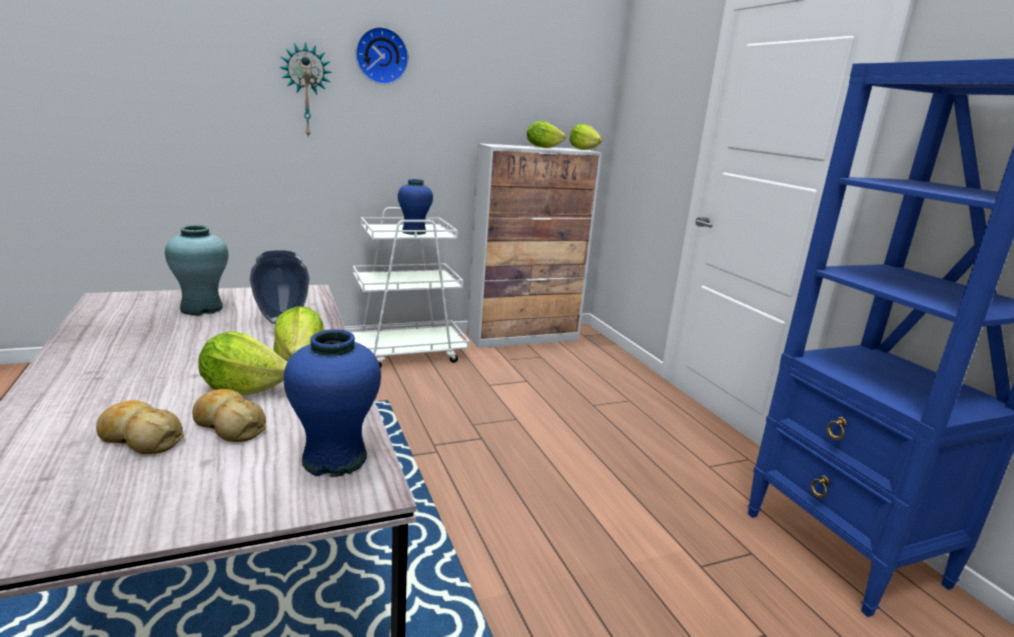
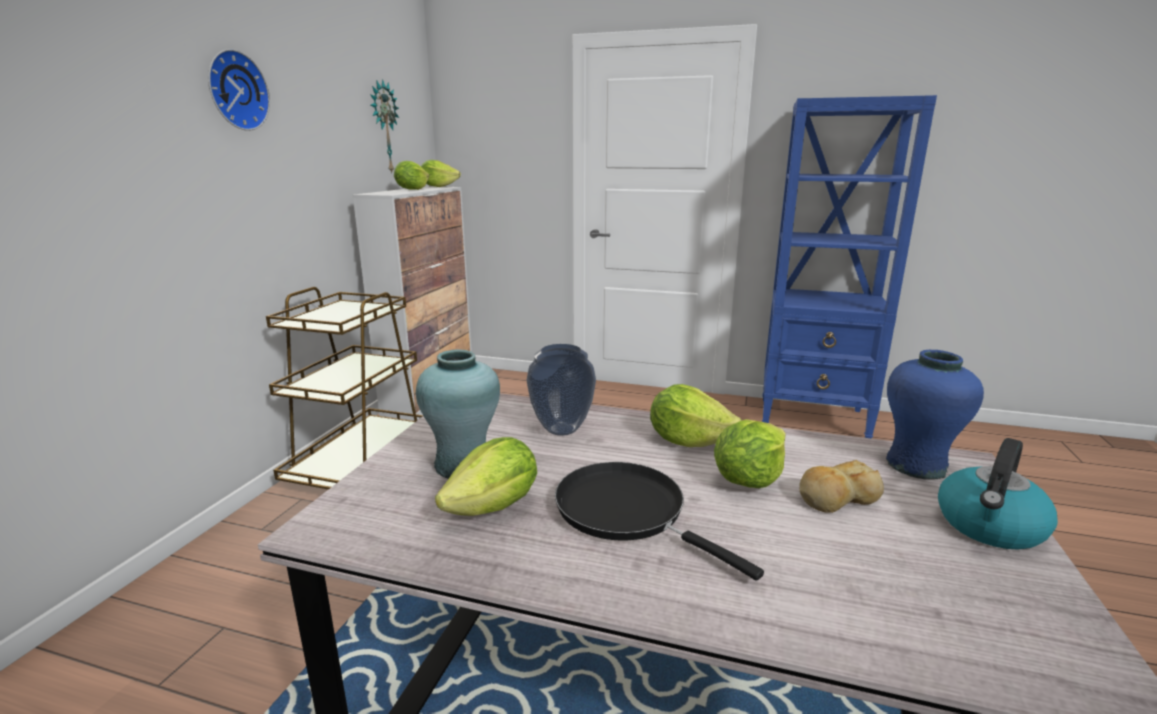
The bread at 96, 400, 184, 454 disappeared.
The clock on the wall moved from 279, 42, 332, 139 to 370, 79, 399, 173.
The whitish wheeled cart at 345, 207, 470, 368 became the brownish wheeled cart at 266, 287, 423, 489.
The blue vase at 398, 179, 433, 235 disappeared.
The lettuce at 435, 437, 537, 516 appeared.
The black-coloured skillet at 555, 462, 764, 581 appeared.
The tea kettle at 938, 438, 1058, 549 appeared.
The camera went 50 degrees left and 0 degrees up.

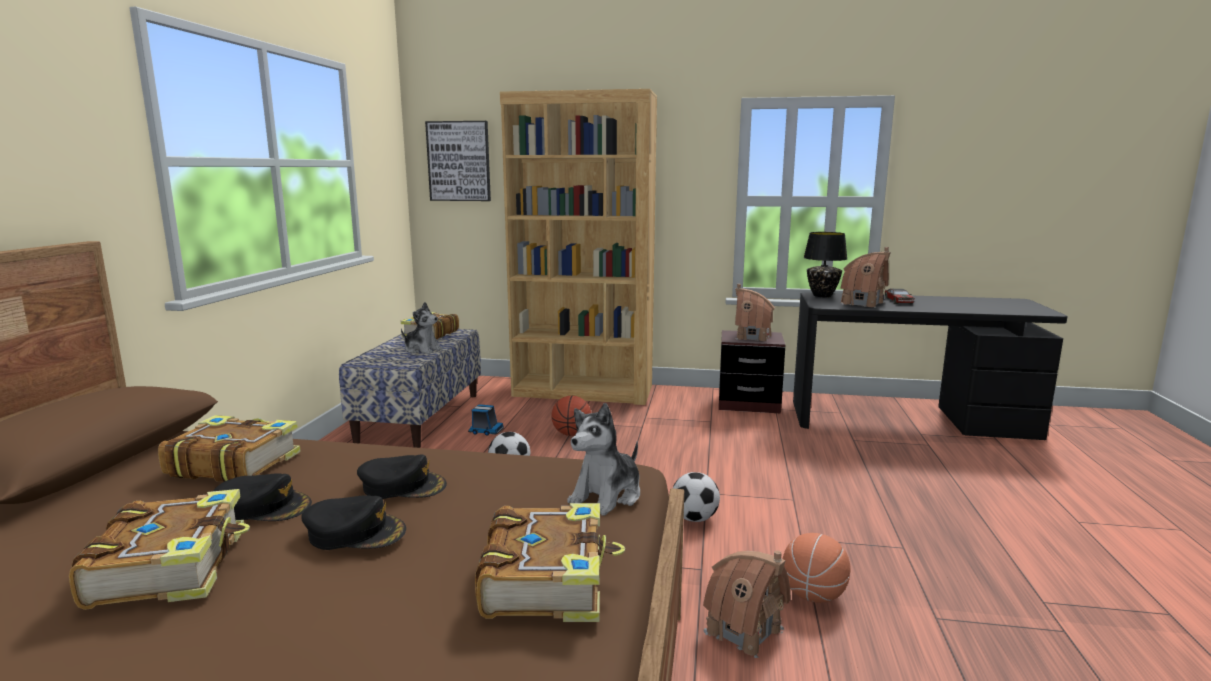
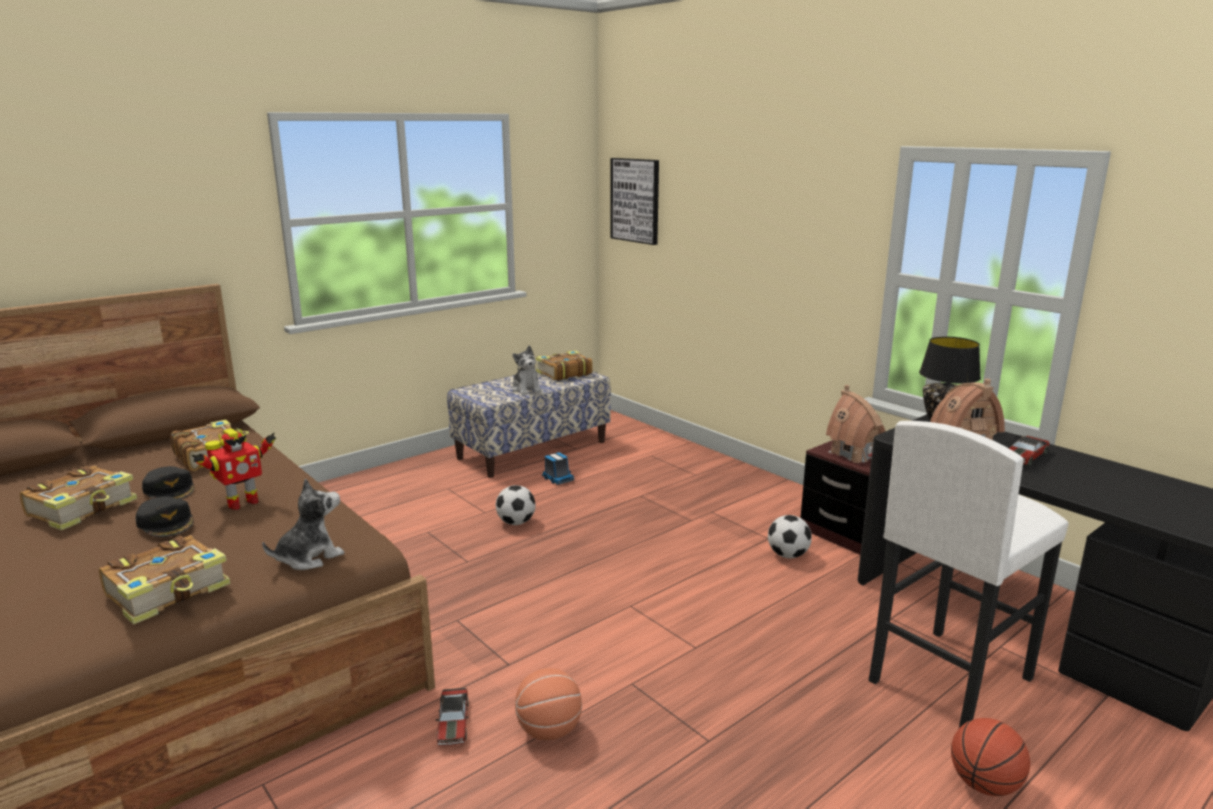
The black-coloured peaked cap at 357, 455, 447, 499 was replaced by the robot figure at 192, 428, 276, 510.
The brownish bookcase at 500, 89, 657, 405 disappeared.
The basketball moved from 551, 396, 591, 436 to 951, 718, 1030, 796.
The plush toy at 567, 403, 640, 516 turned 150 degrees clockwise.
The ball for football moved from 673, 472, 720, 522 to 768, 515, 812, 558.
The model house at 703, 550, 791, 658 was replaced by the toy car at 436, 688, 468, 746.
The whitish stool seat at 869, 421, 1069, 728 appeared.
The camera went 40 degrees right and 5 degrees up.

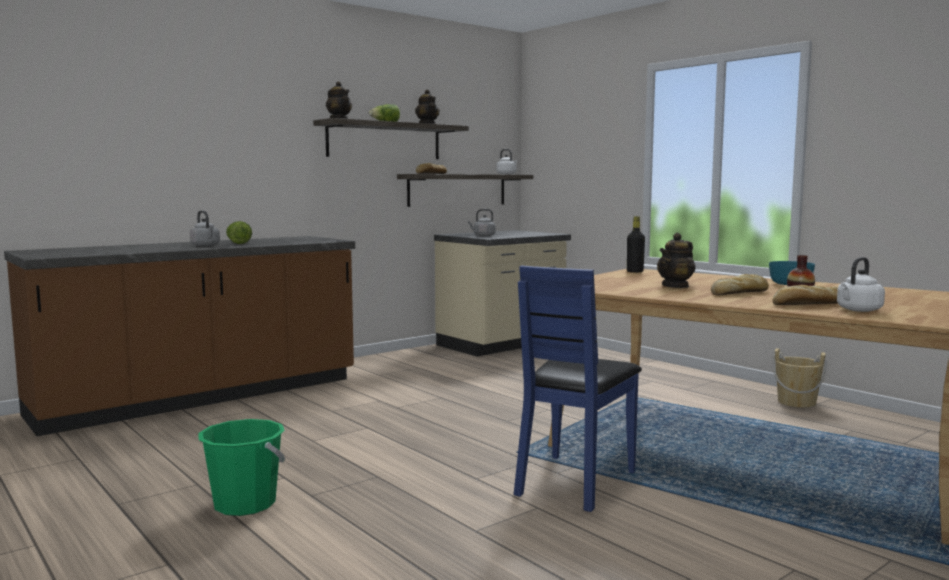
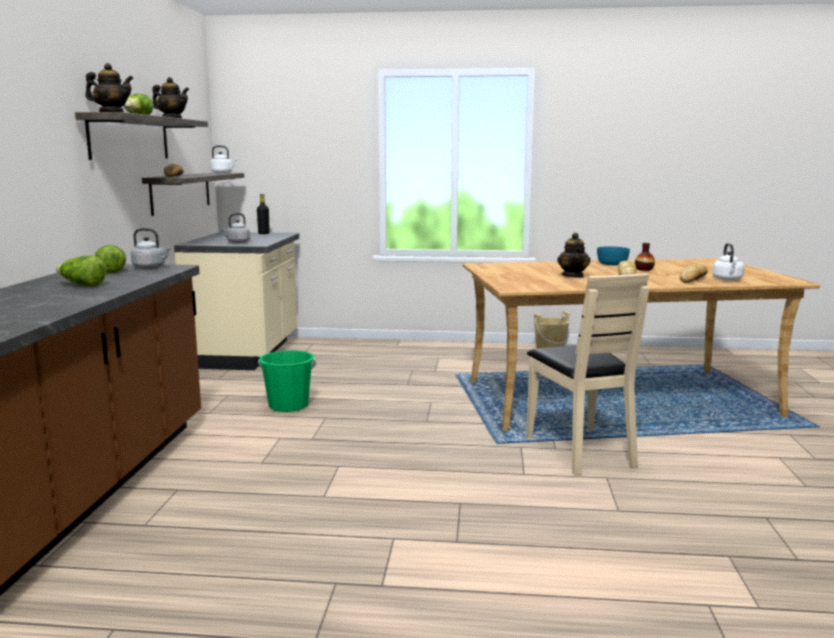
The grey tea kettle moved from 190, 210, 220, 246 to 131, 228, 171, 269.
The greenish water bucket moved from 198, 419, 285, 516 to 258, 350, 316, 412.
The blue plain chair at 514, 265, 642, 512 became the beige plain chair at 527, 273, 650, 475.
The black-coloured beverage bottle moved from 627, 216, 645, 273 to 257, 194, 270, 234.
The lettuce at 95, 245, 126, 273 appeared.
The camera went 45 degrees left and 5 degrees up.

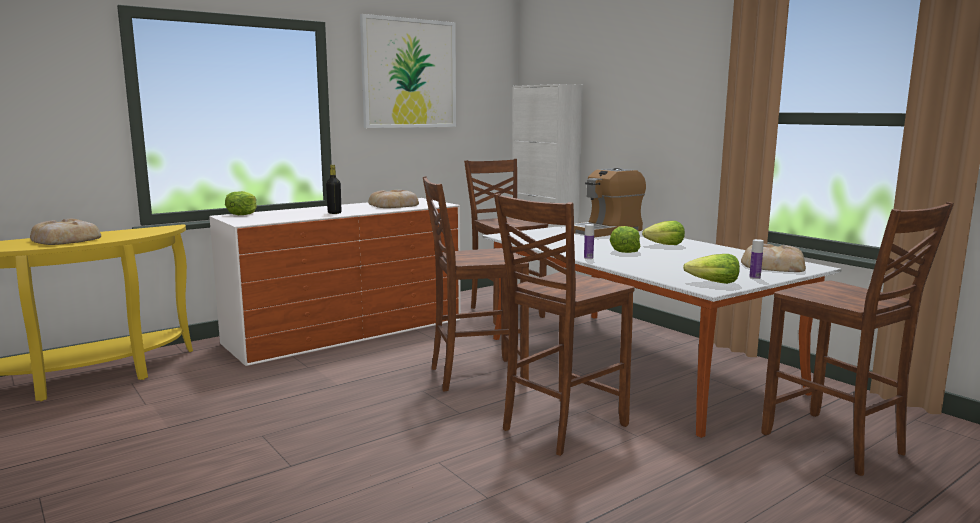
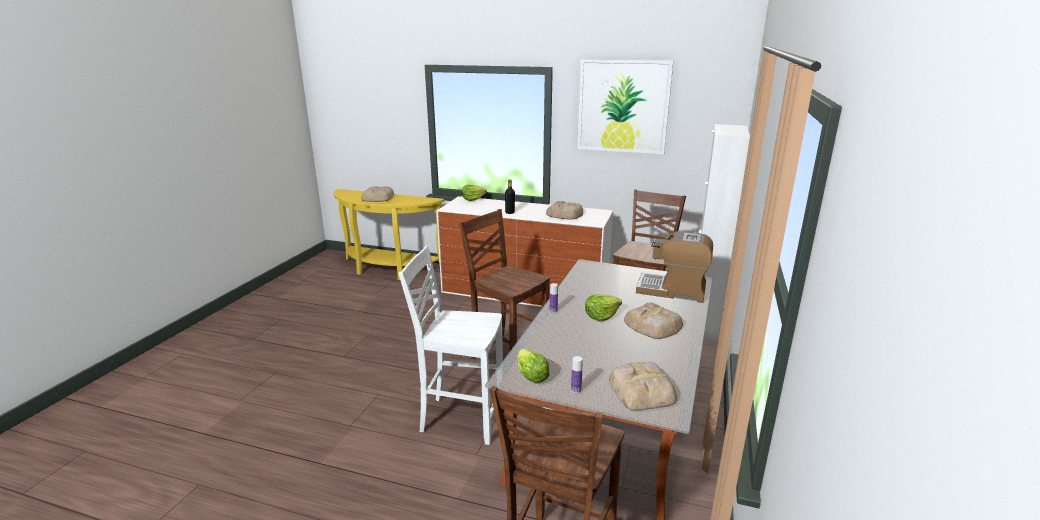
The brownish plain chair at 494, 194, 635, 456 became the whitish plain chair at 399, 246, 503, 445.
The lettuce at 642, 221, 685, 245 was replaced by the bread at 624, 302, 683, 339.
The camera went 55 degrees right and 10 degrees up.

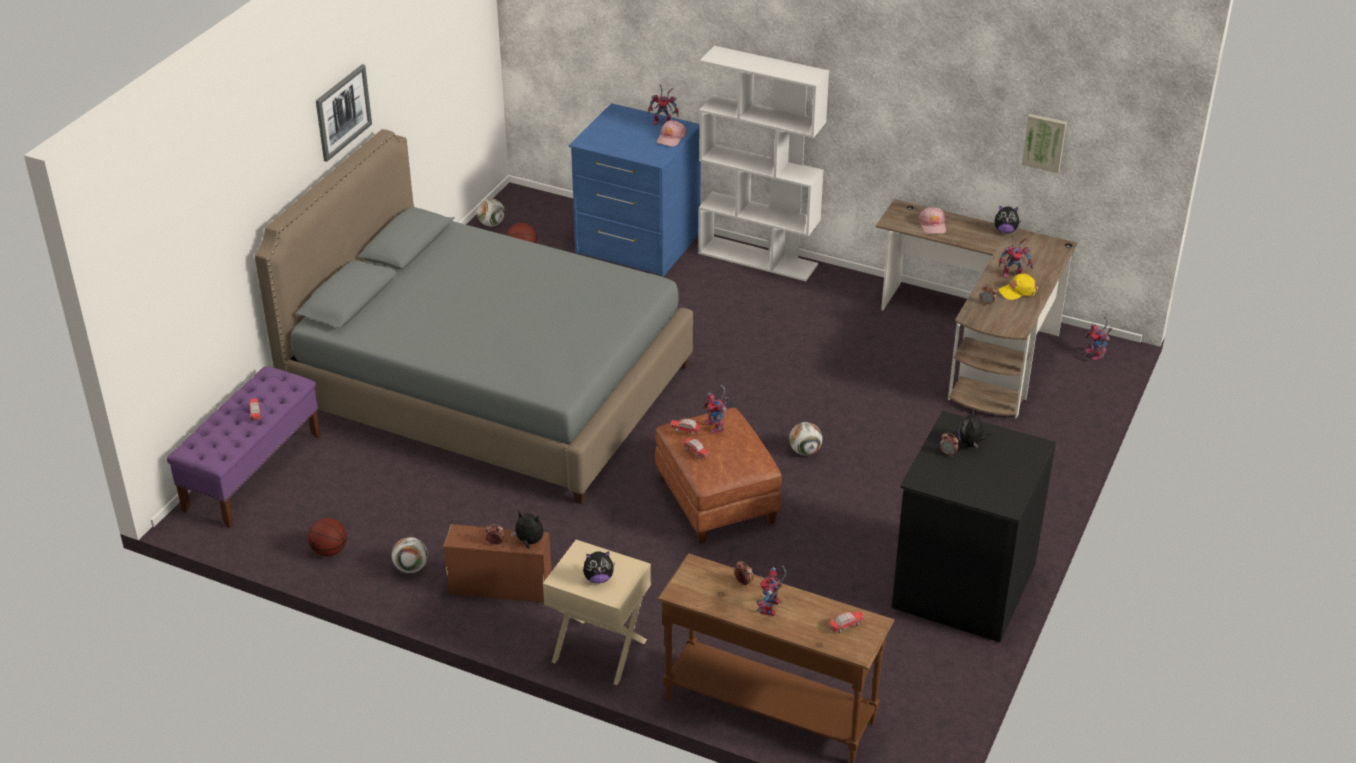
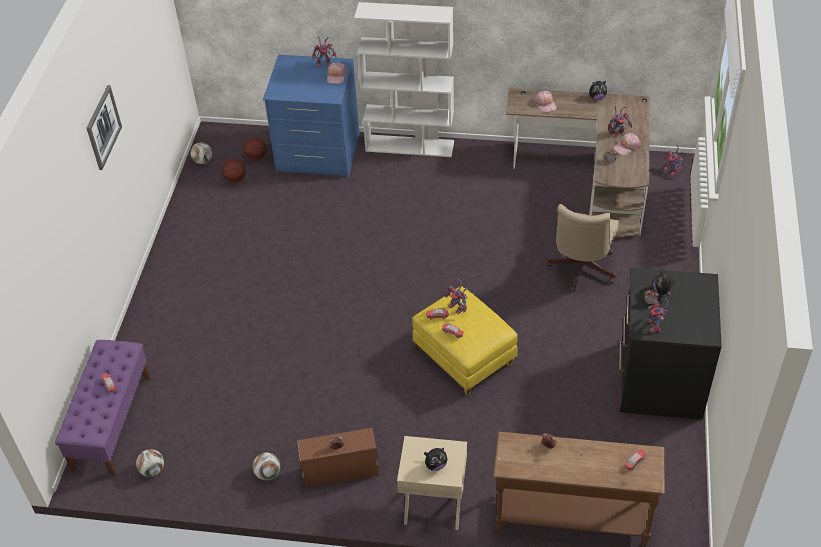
The grey bedroom bed at 254, 129, 693, 504 disappeared.
The basketball moved from 308, 518, 347, 557 to 243, 137, 267, 161.
The plush toy at 510, 512, 544, 549 disappeared.
The brownish pouffe at 654, 408, 782, 544 became the yellow pouffe at 412, 287, 518, 396.
The robot figure moved from 757, 566, 787, 616 to 648, 298, 669, 333.
The ball for football moved from 789, 422, 823, 455 to 136, 449, 164, 477.
The yellow peaked cap at 998, 274, 1038, 300 became the pink-coloured peaked cap at 613, 133, 641, 155.
The wall art at 1022, 114, 1067, 173 disappeared.
The beige computer chair at 547, 204, 619, 292 appeared.
The camera went 15 degrees left and 10 degrees up.

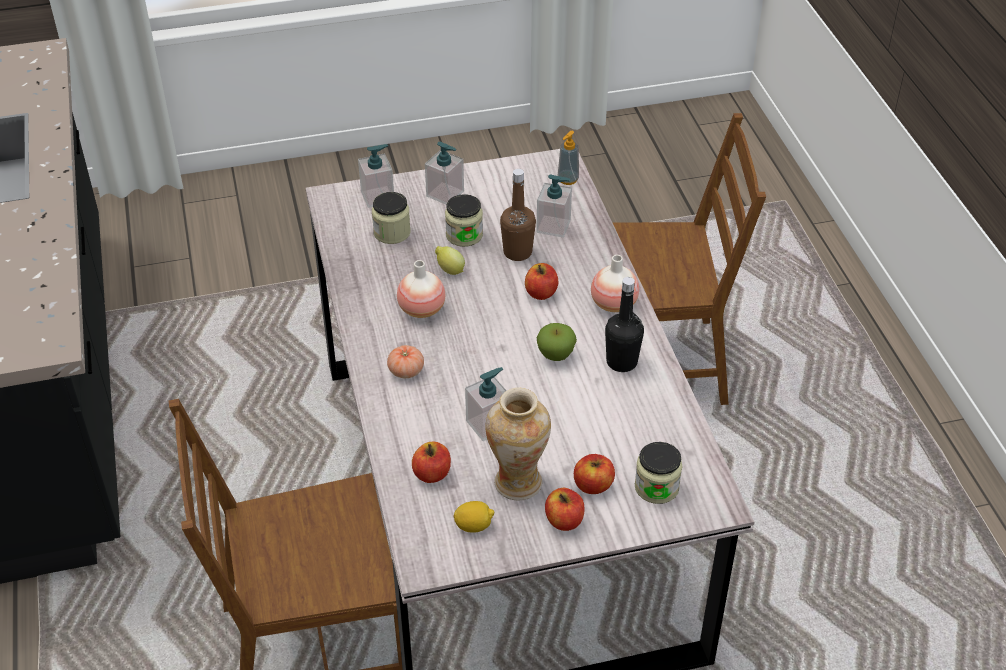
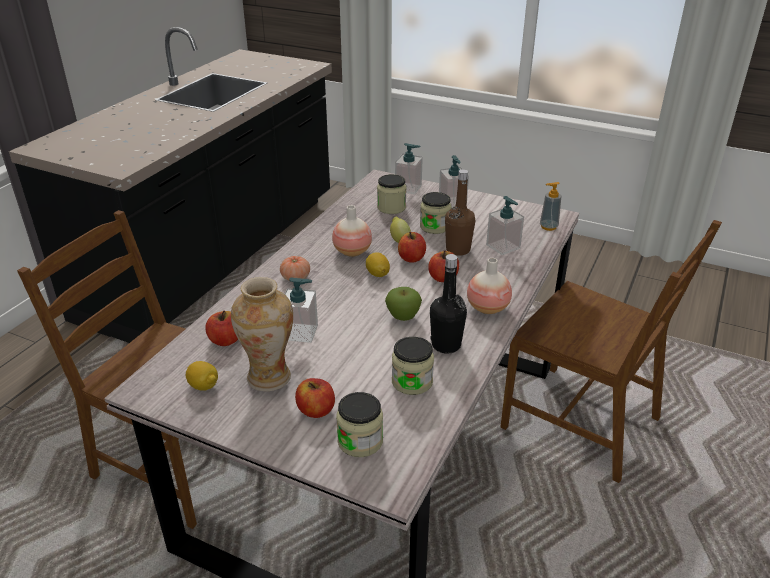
The whole apple moved from 545, 488, 585, 531 to 398, 232, 426, 263.
The whole lemon at 366, 252, 390, 277 appeared.
The storage jar at 392, 337, 434, 395 appeared.
The camera went 40 degrees right and 10 degrees down.

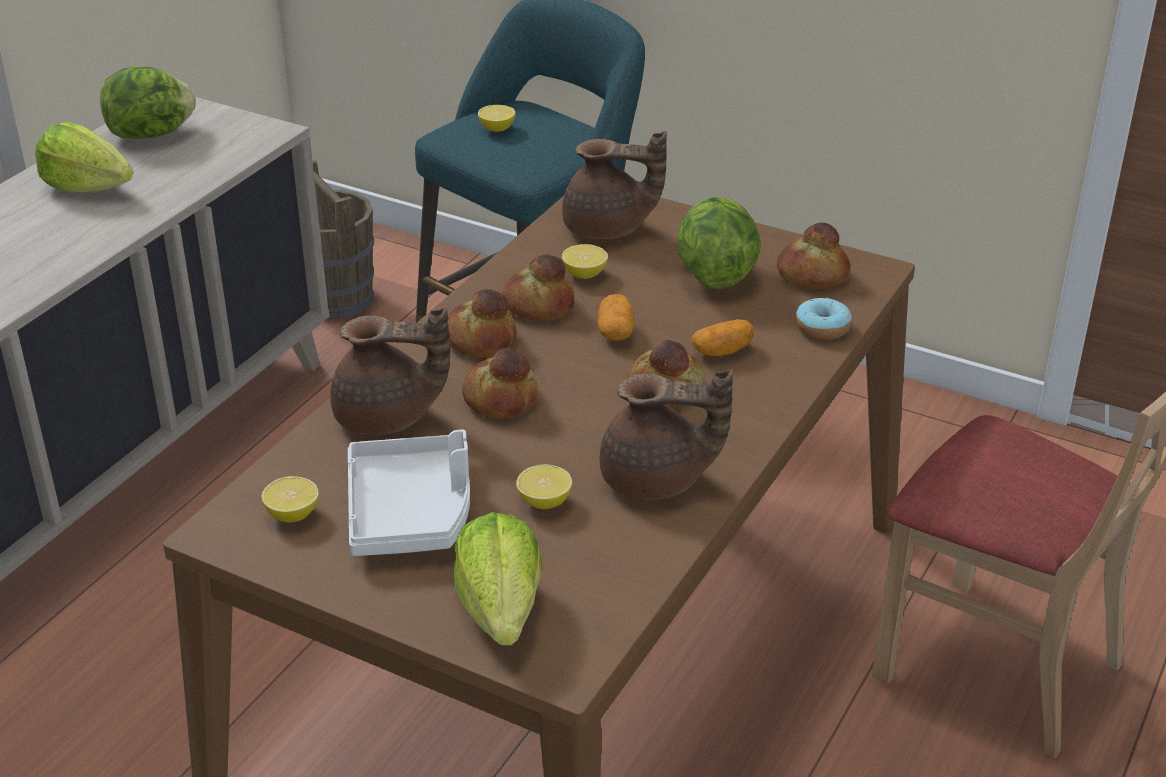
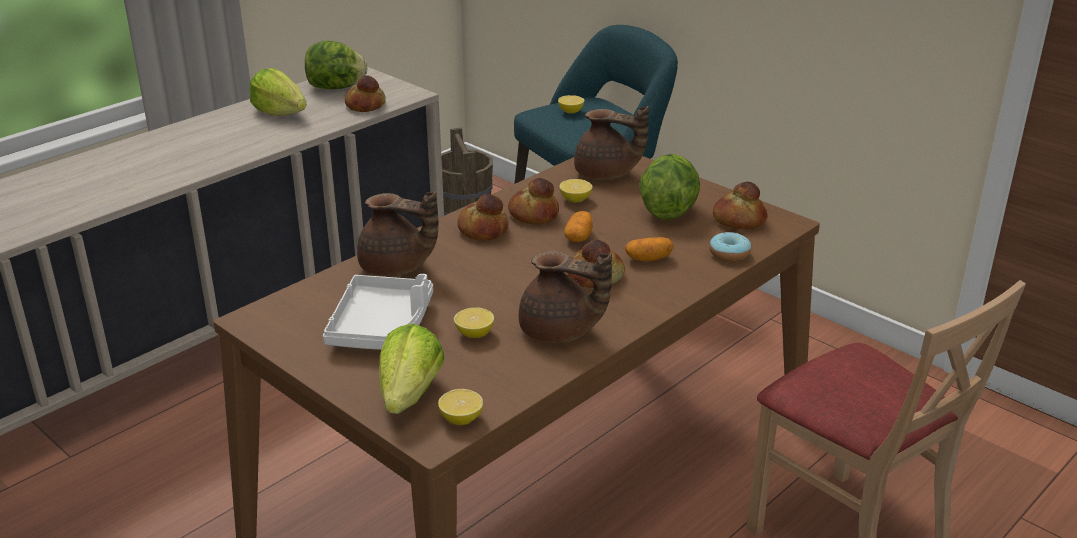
The whole lemon moved from 262, 476, 319, 522 to 438, 389, 483, 425.
The bread moved from 462, 348, 538, 419 to 345, 75, 386, 112.
The camera went 15 degrees right and 5 degrees down.

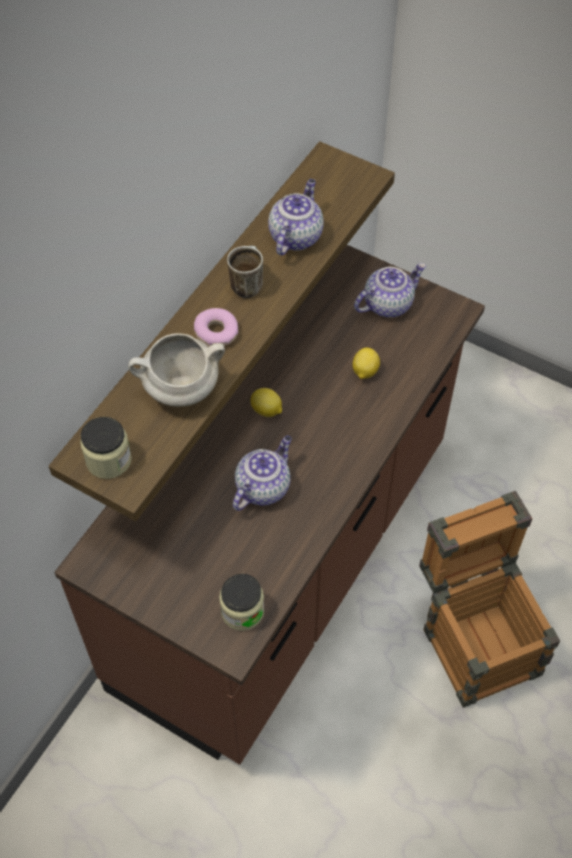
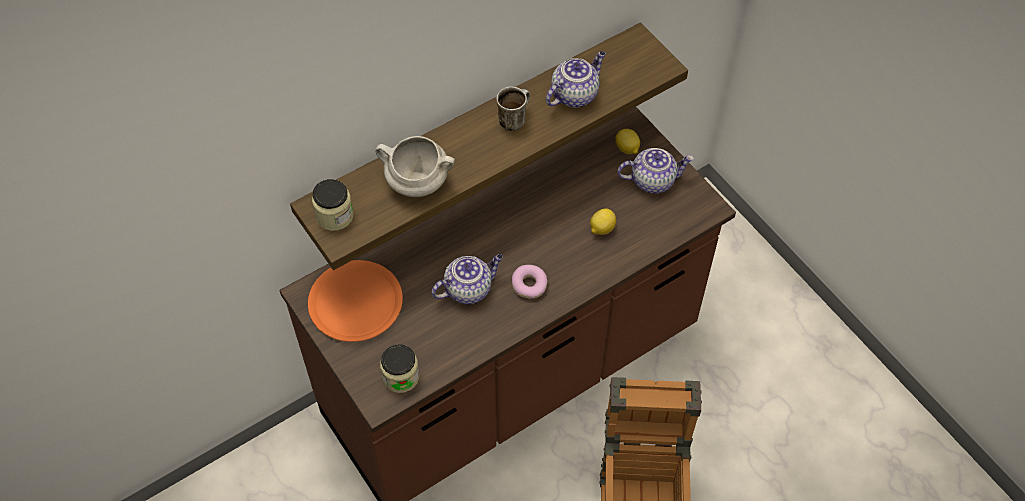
The doughnut moved from 194, 308, 238, 346 to 512, 265, 547, 299.
The whole lemon moved from 250, 388, 282, 417 to 616, 129, 640, 154.
The orange-coloured flat dish at 308, 260, 403, 342 appeared.
The camera went 25 degrees right and 0 degrees up.

